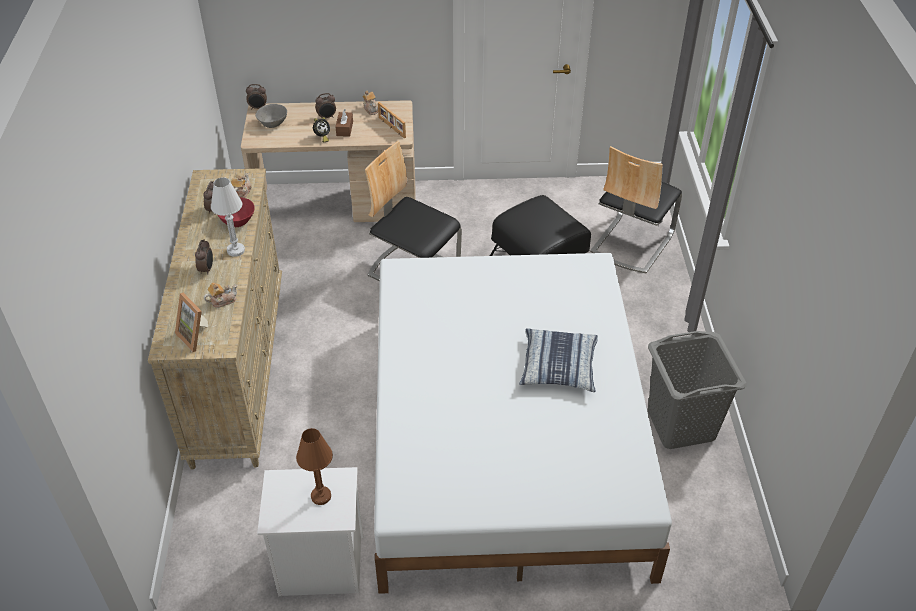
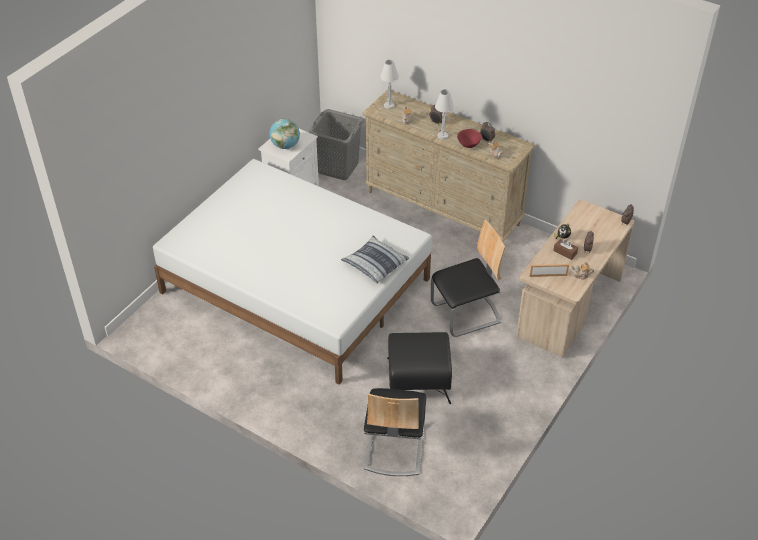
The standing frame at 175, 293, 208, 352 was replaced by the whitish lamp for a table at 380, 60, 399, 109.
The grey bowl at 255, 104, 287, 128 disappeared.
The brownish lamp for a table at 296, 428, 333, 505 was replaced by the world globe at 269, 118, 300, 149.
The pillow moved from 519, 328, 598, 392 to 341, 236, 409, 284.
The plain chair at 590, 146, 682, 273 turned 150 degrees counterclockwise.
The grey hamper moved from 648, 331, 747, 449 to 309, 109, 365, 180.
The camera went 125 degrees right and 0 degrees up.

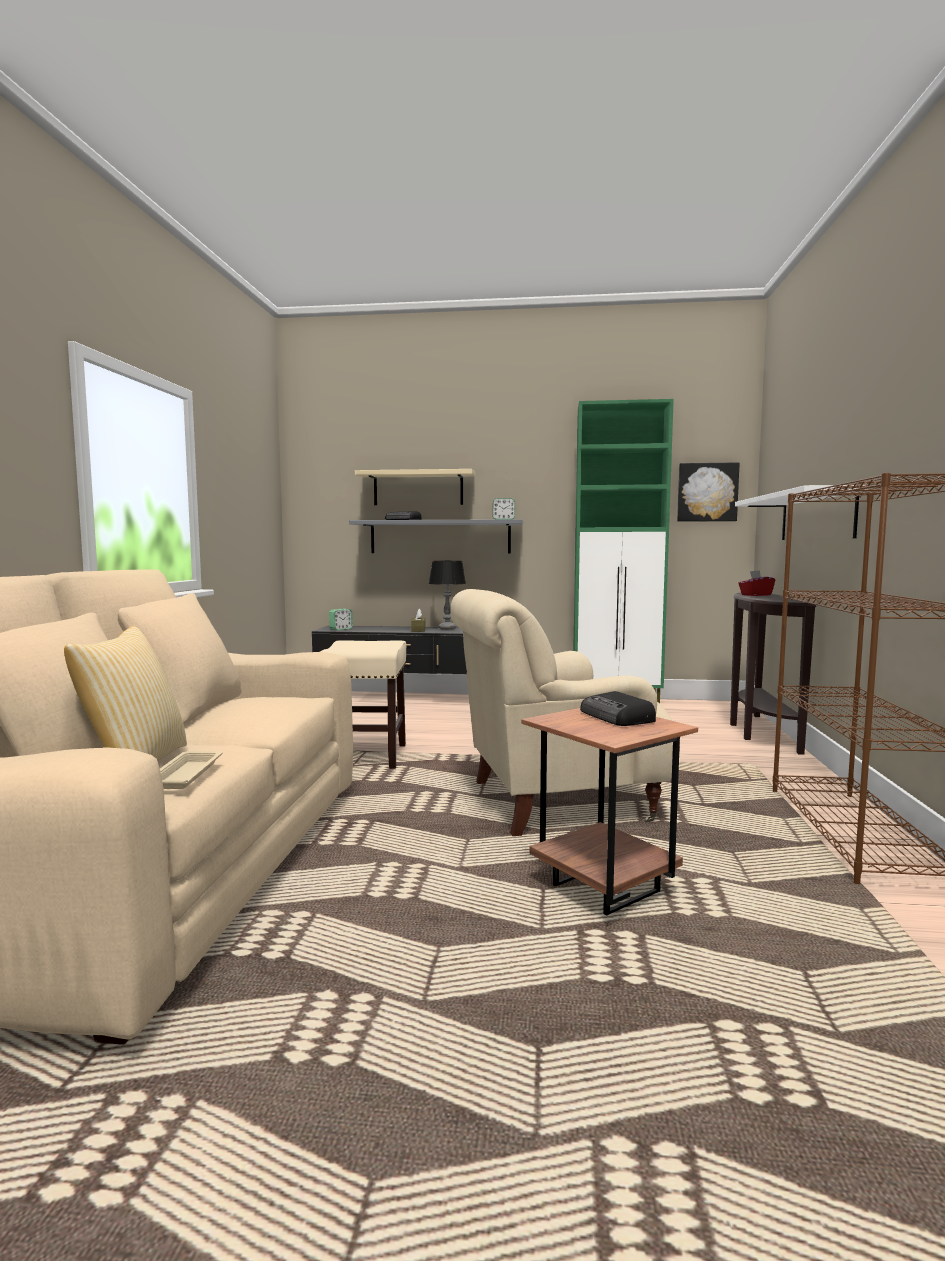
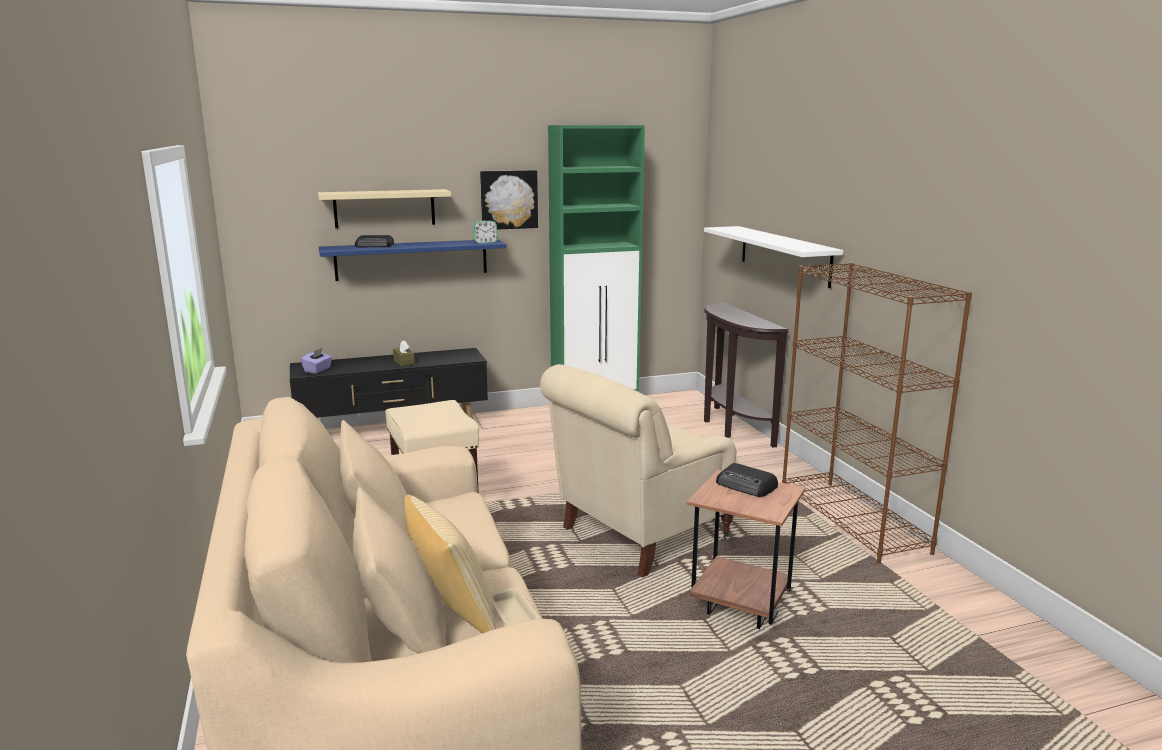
The bedside clock at 329, 609, 353, 630 was replaced by the purple tissue box at 301, 348, 332, 374.
The grey bracket shelf at 349, 519, 523, 553 became the blue bracket shelf at 319, 239, 507, 281.
The lamp for a table at 429, 561, 466, 629 disappeared.
The wall art moved from 677, 462, 740, 521 to 480, 170, 538, 230.
The reddish tissue box at 738, 570, 775, 596 disappeared.
The camera went 25 degrees left and 10 degrees up.

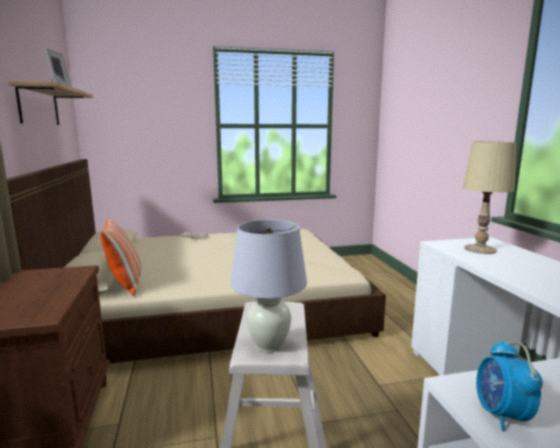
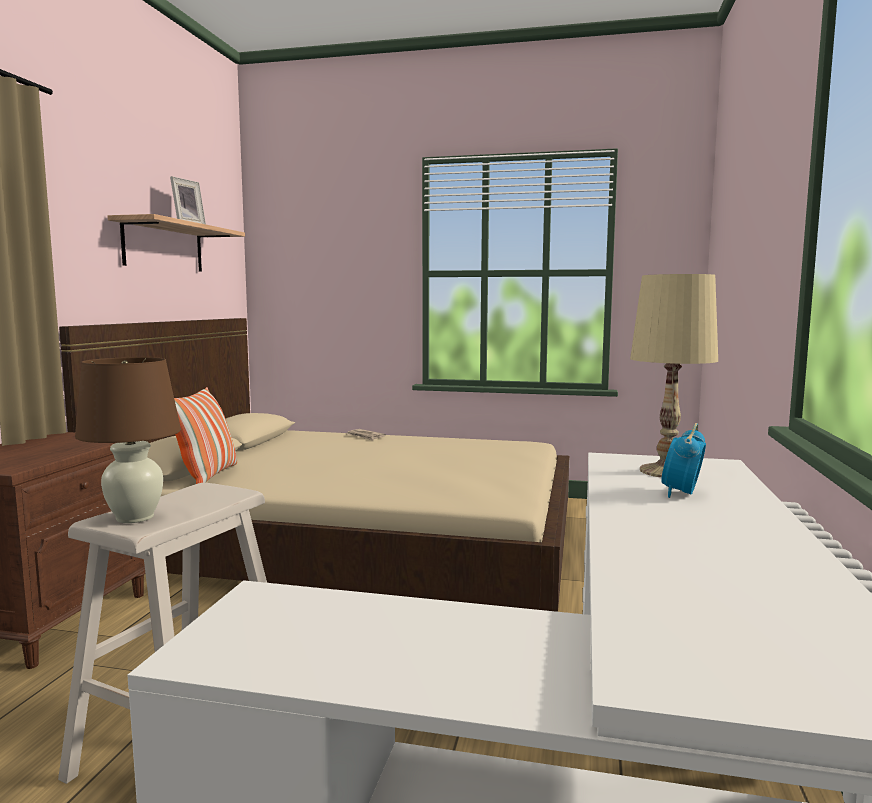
The whitish lamp for a table at 230, 220, 307, 352 became the brownish lamp for a table at 75, 357, 181, 523.
The bedside clock moved from 476, 340, 543, 431 to 661, 423, 706, 498.
The camera went 25 degrees right and 5 degrees down.

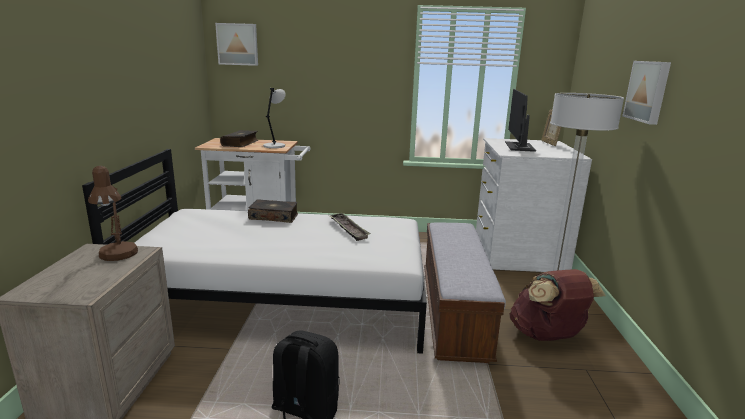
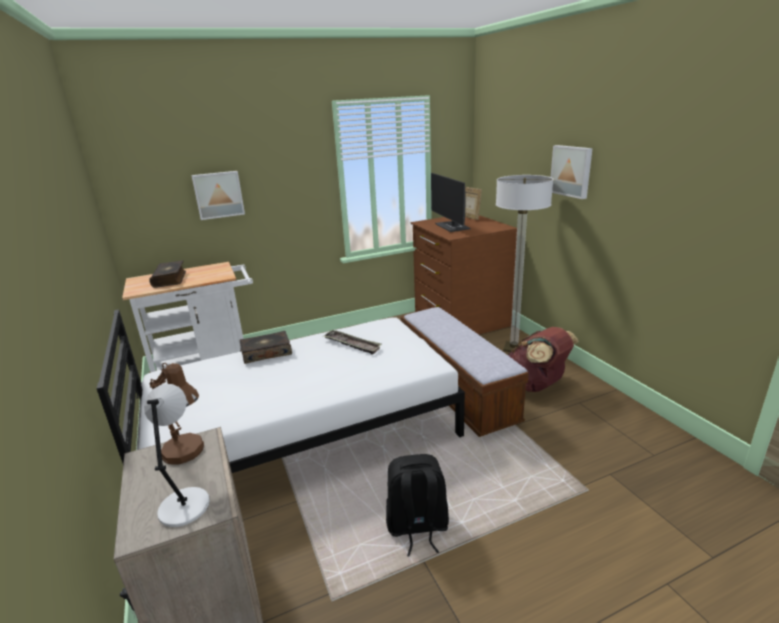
The wall art moved from 215, 23, 258, 66 to 191, 171, 245, 220.
The grey lamp for a table moved from 263, 88, 286, 148 to 144, 384, 210, 527.
The whitish dresser at 476, 138, 592, 272 became the brownish dresser at 410, 215, 517, 335.
The camera went 25 degrees left and 5 degrees up.

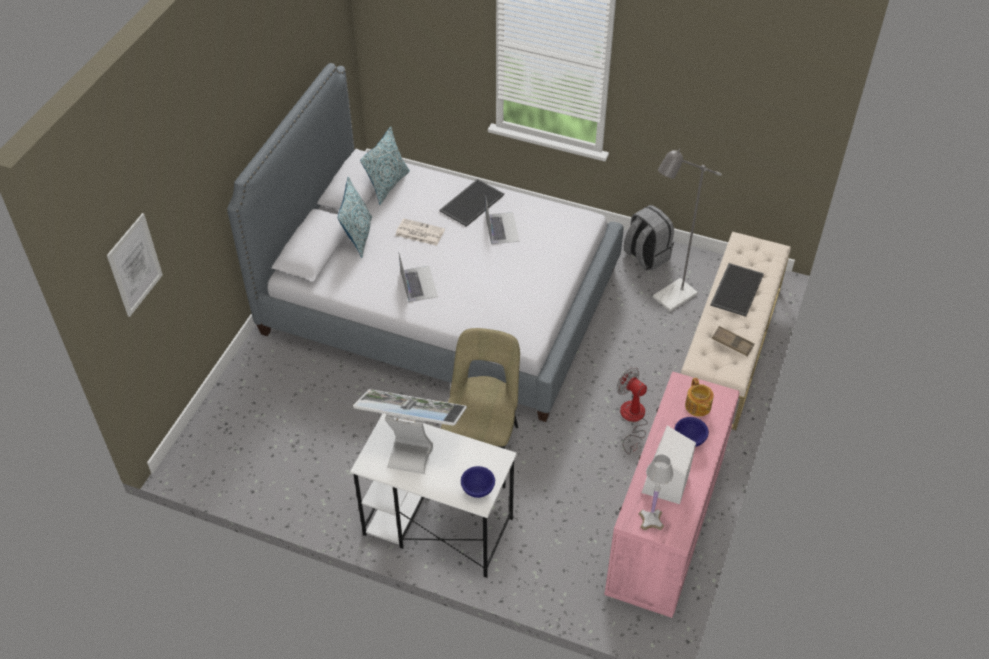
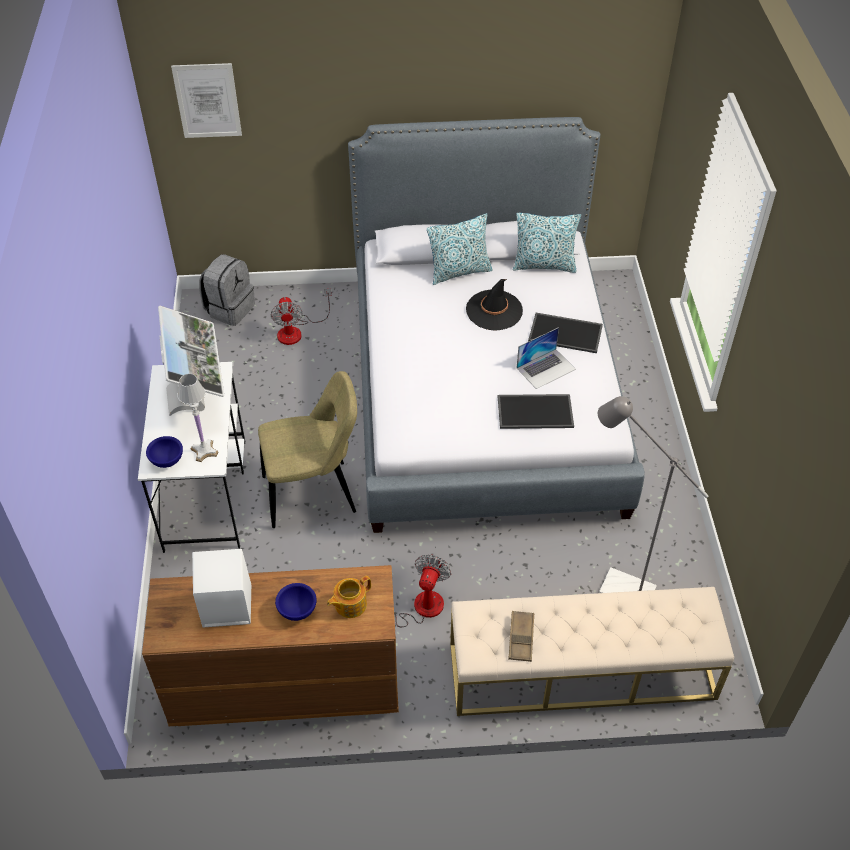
The printed paper at 396, 219, 445, 246 was replaced by the black-coloured hat at 466, 279, 523, 330.
The portable computer at 399, 253, 438, 302 disappeared.
The pink-coloured dresser at 604, 371, 740, 618 became the brownish dresser at 142, 565, 399, 726.
The grey backpack moved from 624, 205, 674, 270 to 199, 254, 255, 326.
The whitish lamp for a table moved from 639, 454, 674, 531 to 178, 374, 219, 462.
The carrying tray moved from 710, 263, 764, 317 to 497, 394, 574, 429.
The fan at 271, 289, 331, 345 appeared.
The camera went 65 degrees right and 0 degrees up.

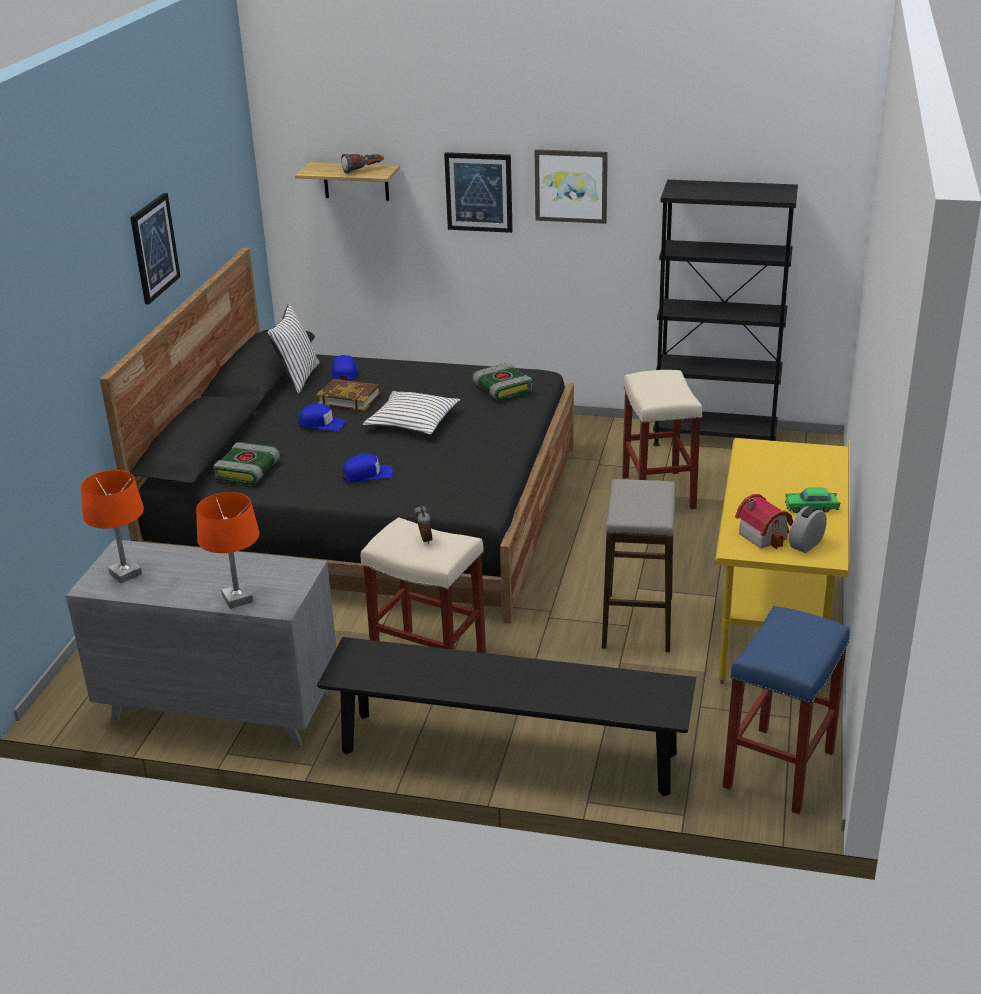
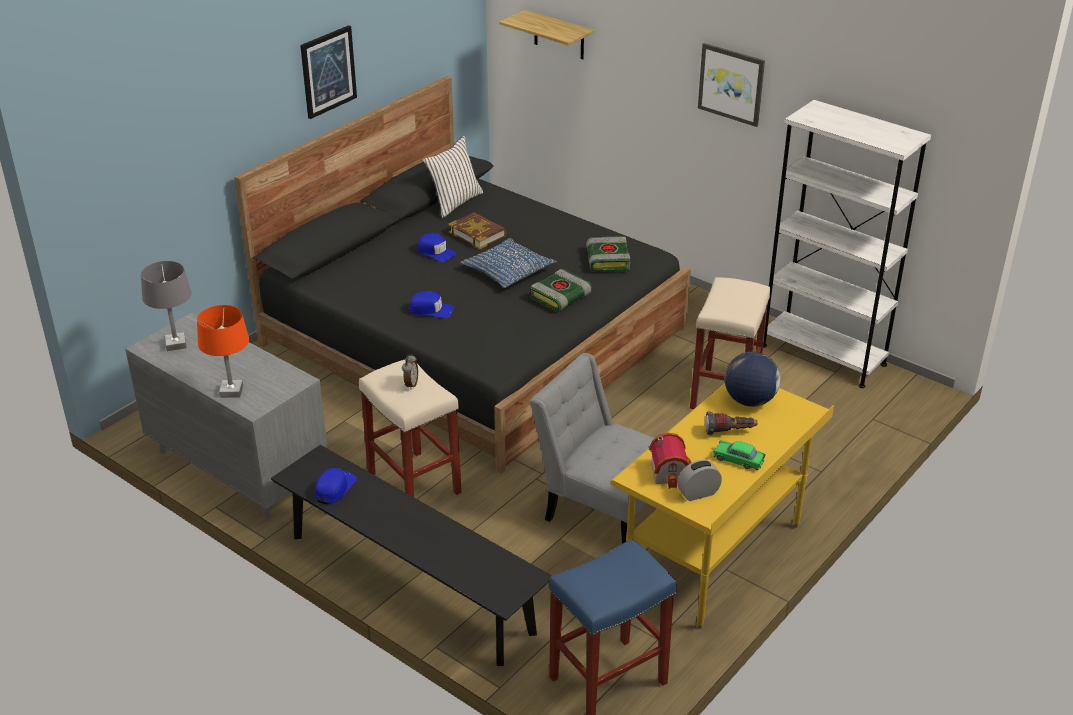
The orange-coloured lamp for a table at 81, 470, 144, 583 became the grey lamp for a table at 141, 261, 191, 351.
The volume moved from 214, 442, 281, 485 to 530, 269, 593, 312.
The blue peaked cap moved from 332, 355, 357, 381 to 315, 468, 357, 504.
The hand torch moved from 341, 154, 384, 174 to 705, 411, 758, 435.
The whitish pillow at 363, 391, 461, 435 became the blue pillow at 460, 238, 557, 288.
The wall art at 444, 152, 513, 233 disappeared.
The stool seat at 602, 479, 675, 652 was replaced by the grey plain chair at 530, 353, 655, 544.
The black-coloured bookcase at 653, 180, 798, 446 became the whitish bookcase at 763, 100, 931, 388.
The world globe at 725, 352, 780, 407 appeared.
The camera went 25 degrees right and 5 degrees up.

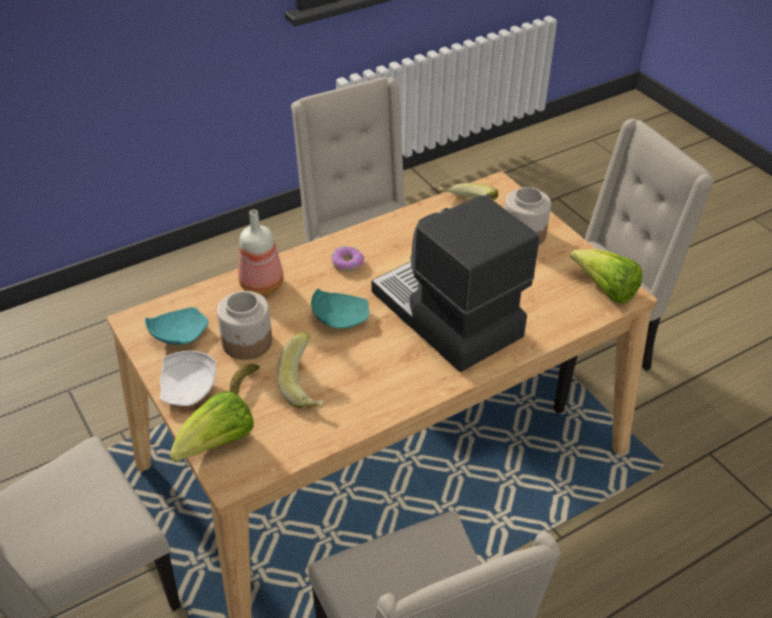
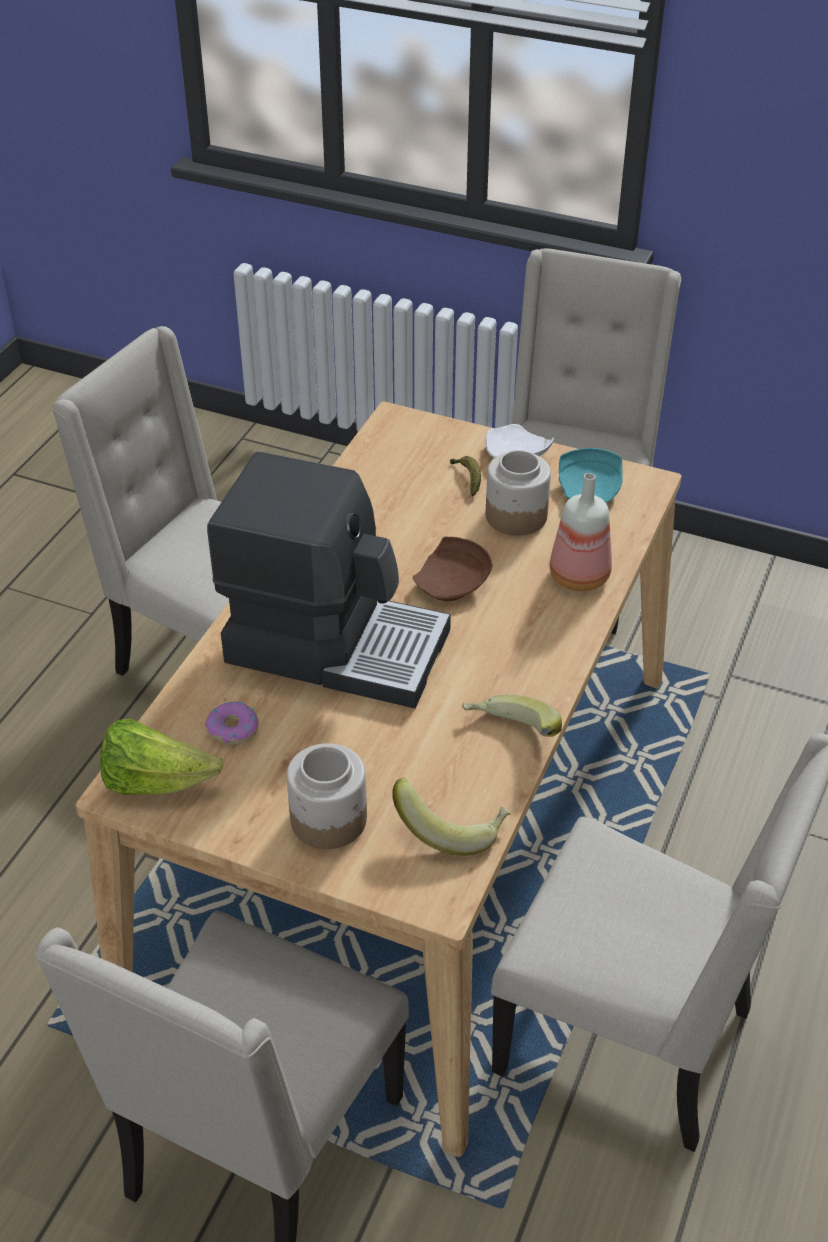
The lettuce at 170, 391, 254, 463 disappeared.
The banana fruit moved from 277, 332, 324, 408 to 462, 694, 562, 737.
The blue-green flat dish at 311, 288, 369, 329 became the brownish flat dish at 413, 537, 492, 601.
The doughnut moved from 332, 246, 364, 272 to 205, 701, 258, 745.
The camera went 145 degrees right and 0 degrees up.

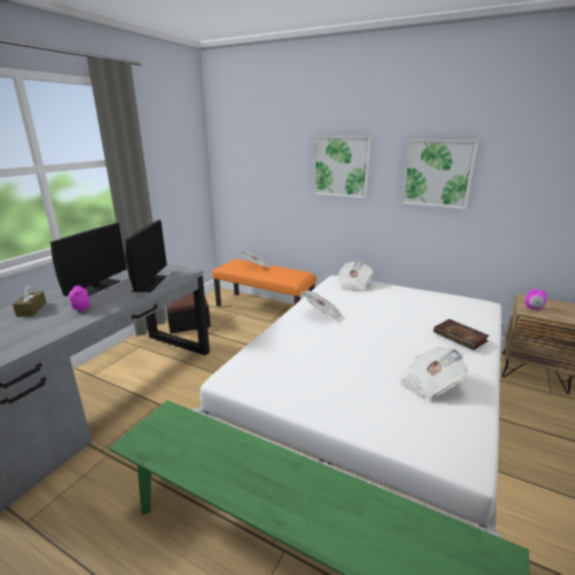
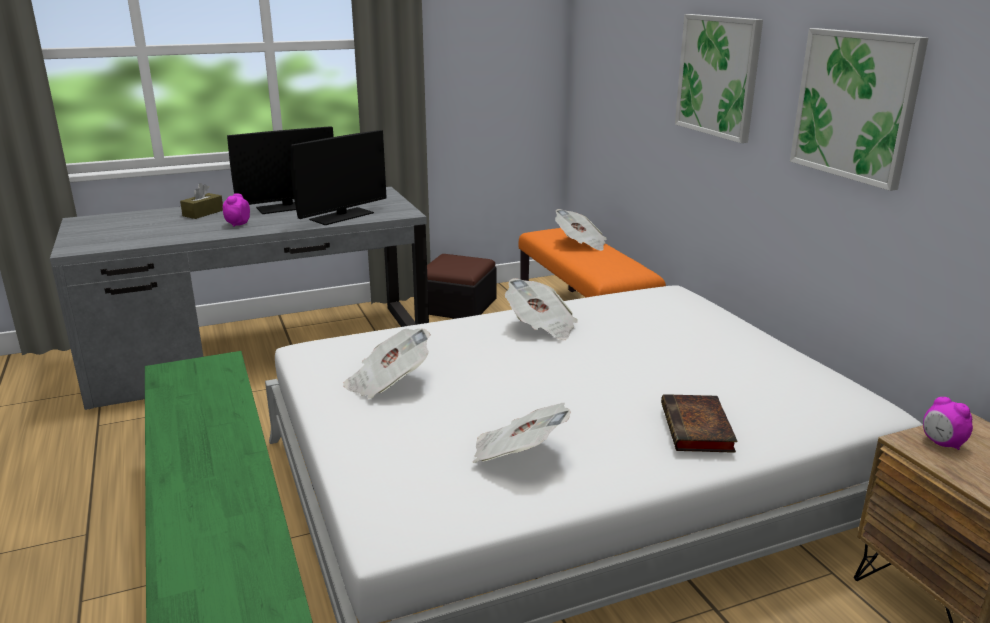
The printed paper moved from 338, 260, 373, 291 to 343, 329, 431, 399.
The camera went 40 degrees right and 0 degrees up.

